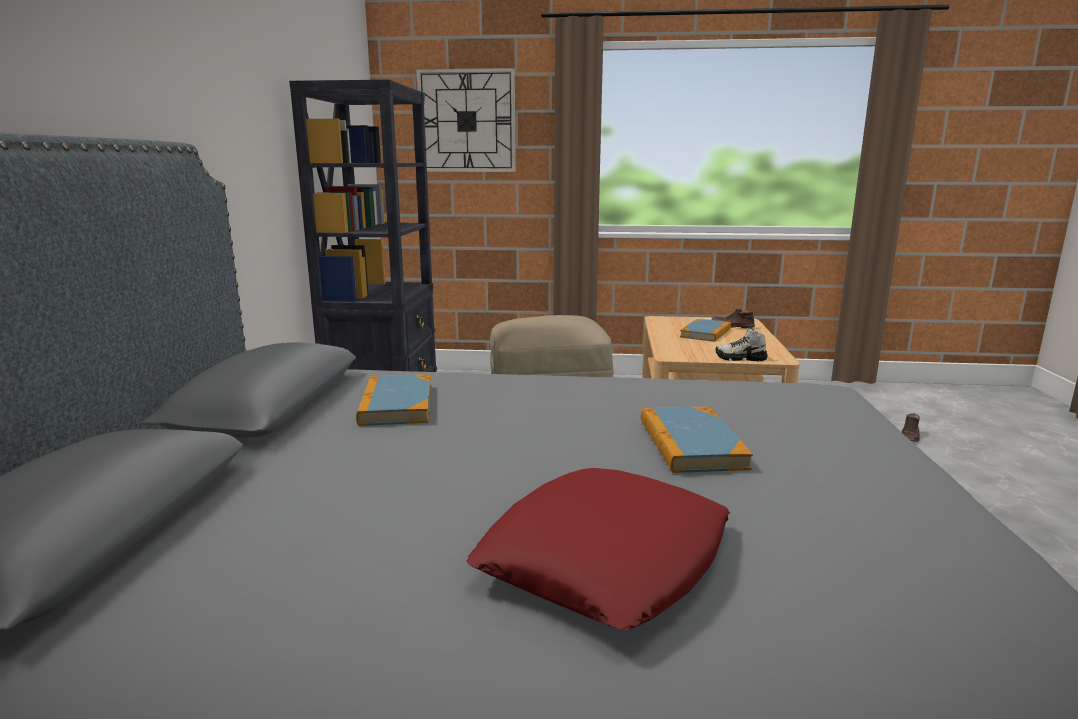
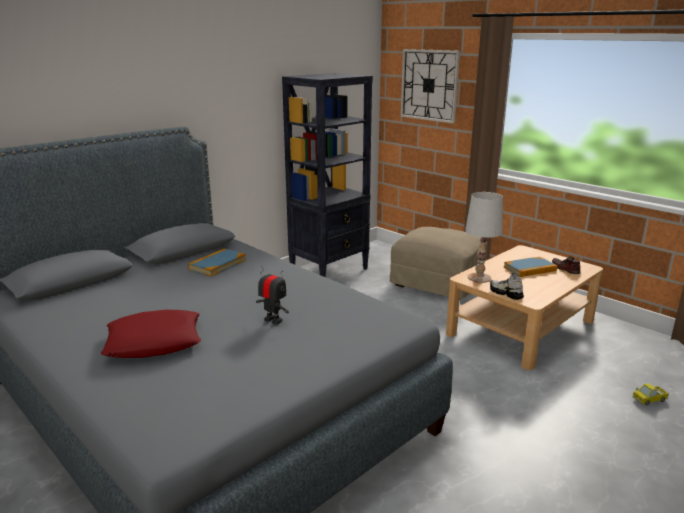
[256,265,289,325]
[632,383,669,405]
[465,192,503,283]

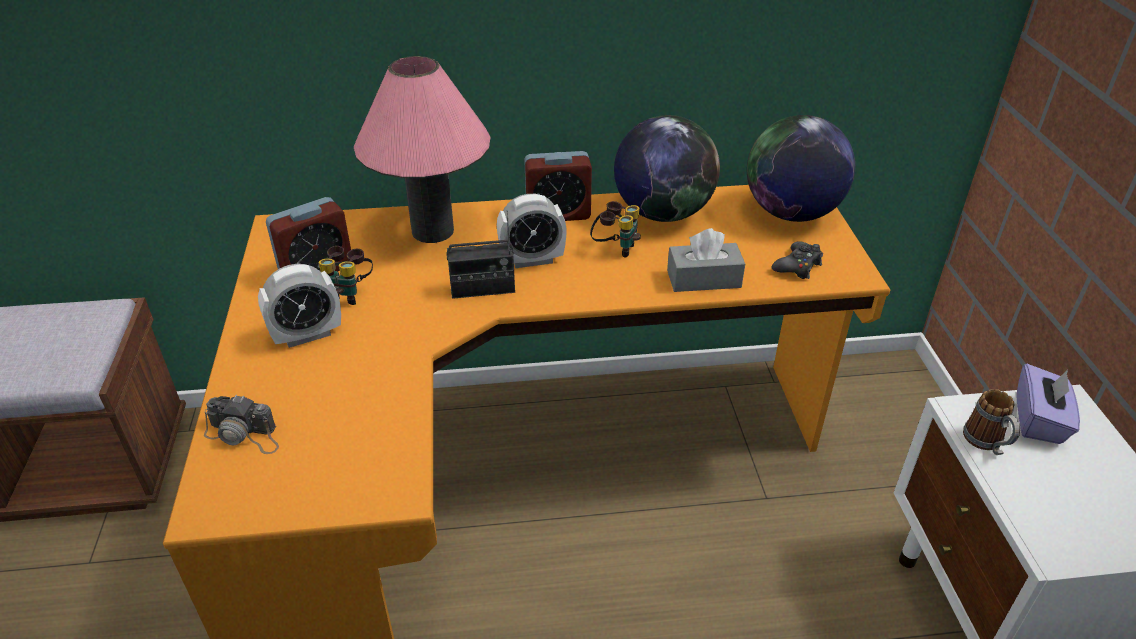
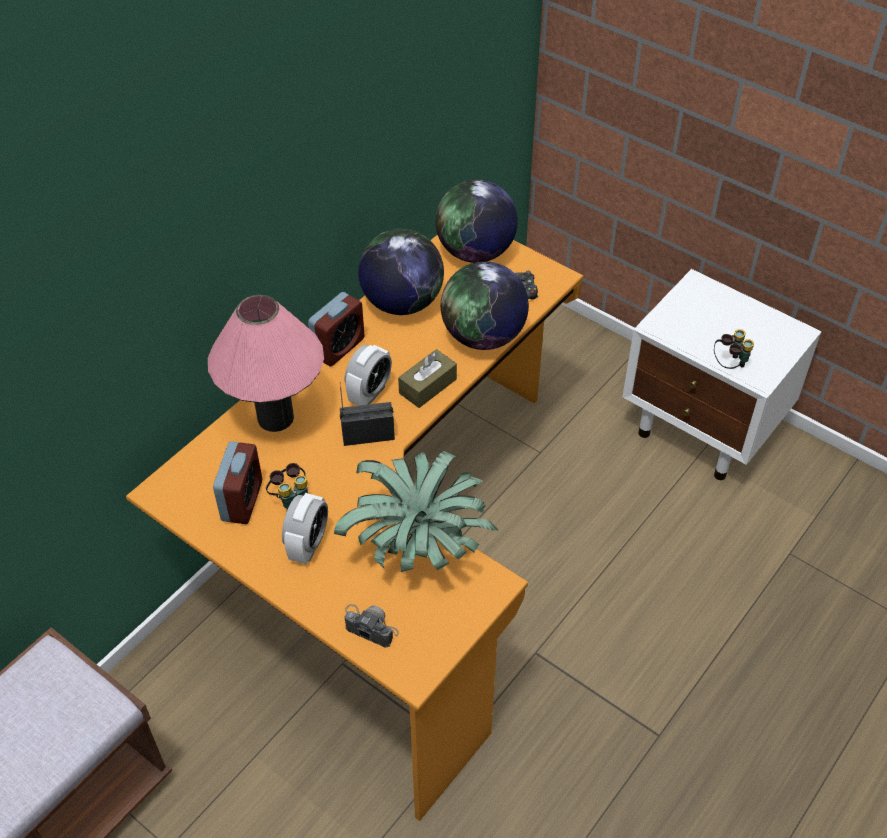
[714,329,754,369]
[340,382,395,446]
[440,261,529,350]
[1017,364,1080,444] (first image)
[963,389,1020,455] (first image)
[345,604,399,647]
[398,349,457,408]
[334,451,499,572]

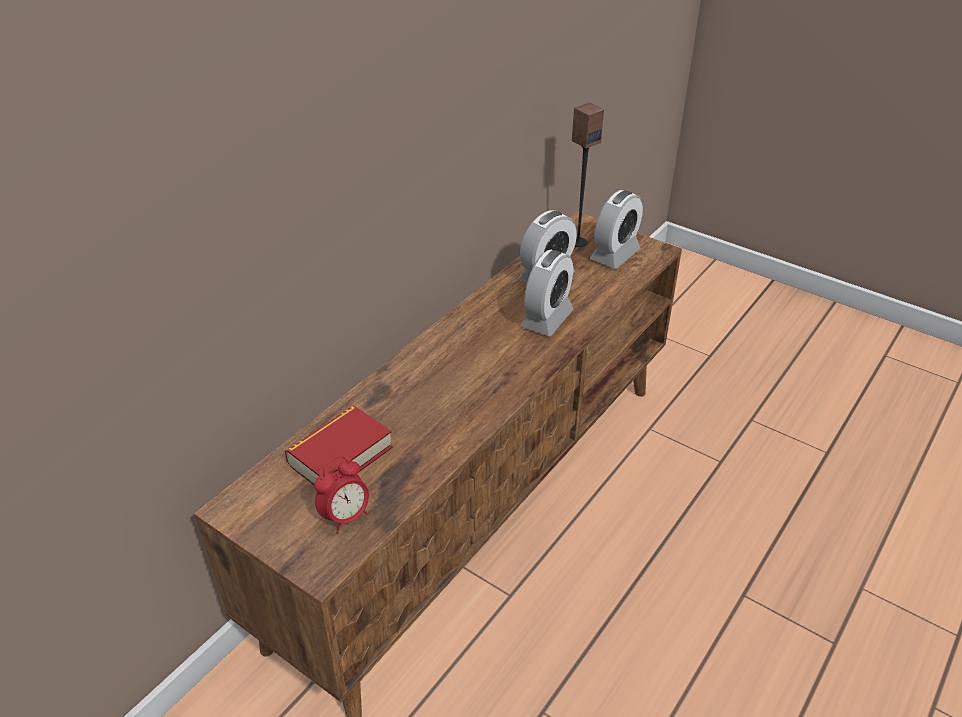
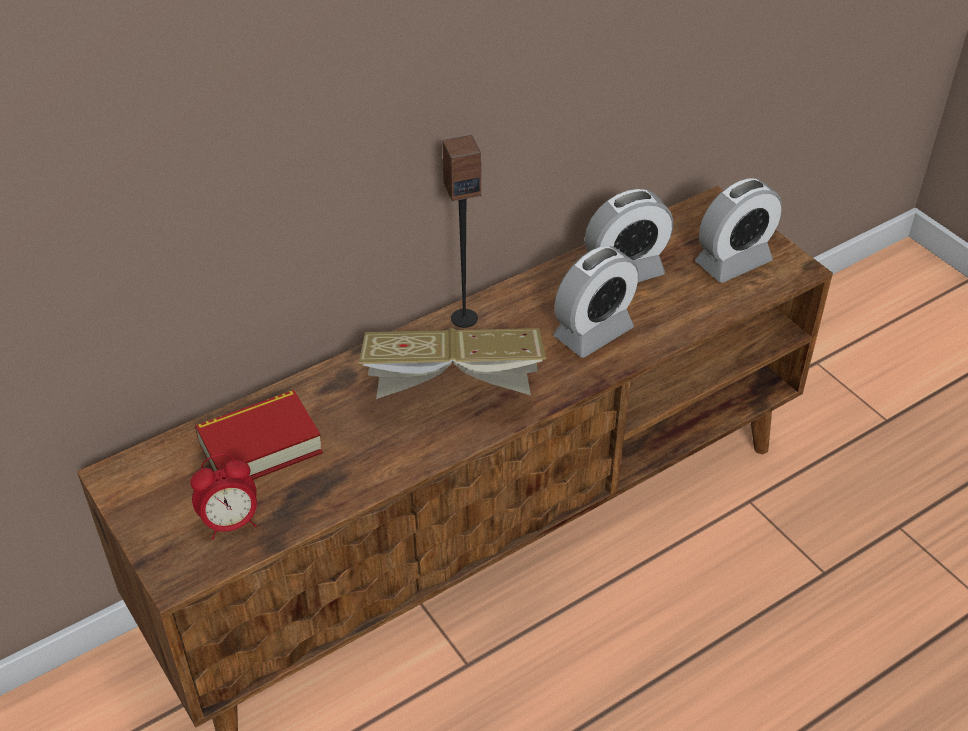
[442,135,481,328]
[359,328,546,399]

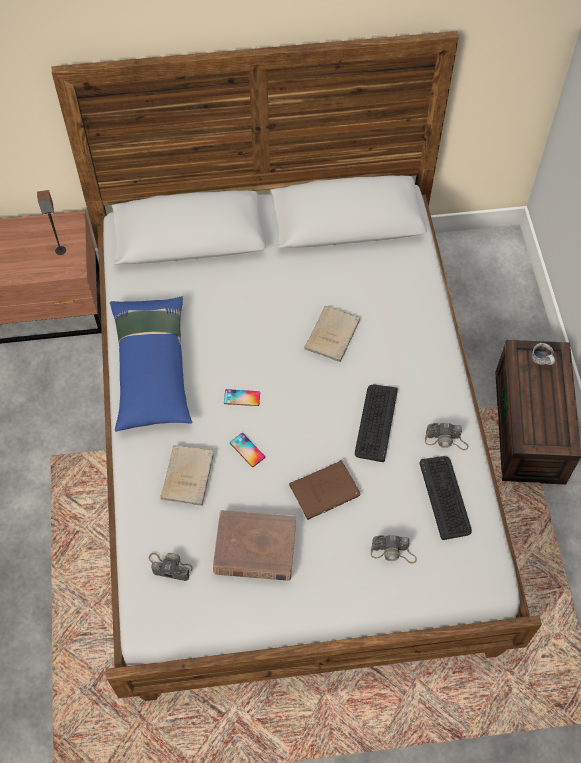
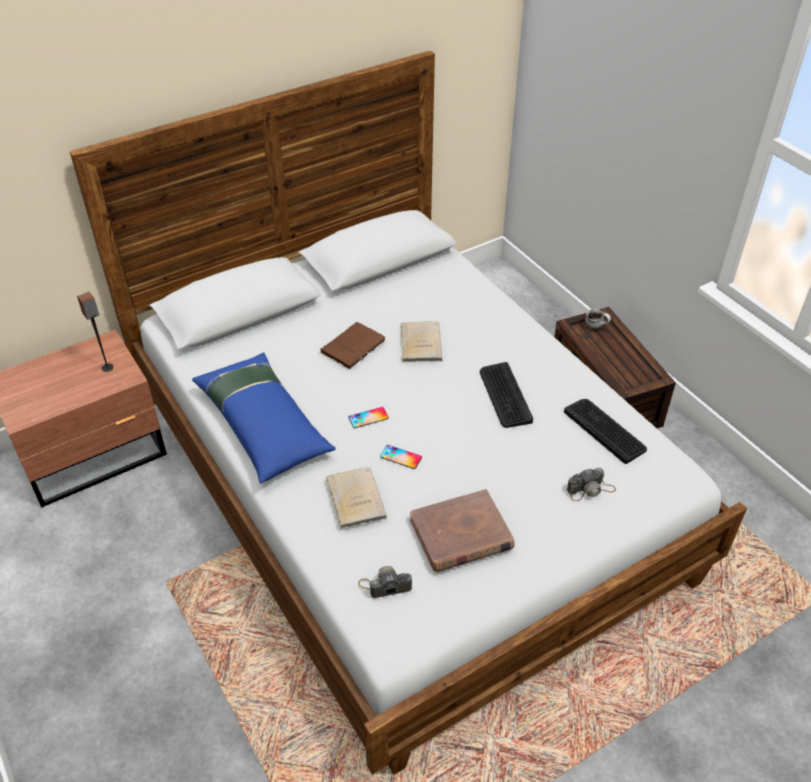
[425,423,468,450] (first image)
[320,322,385,369]

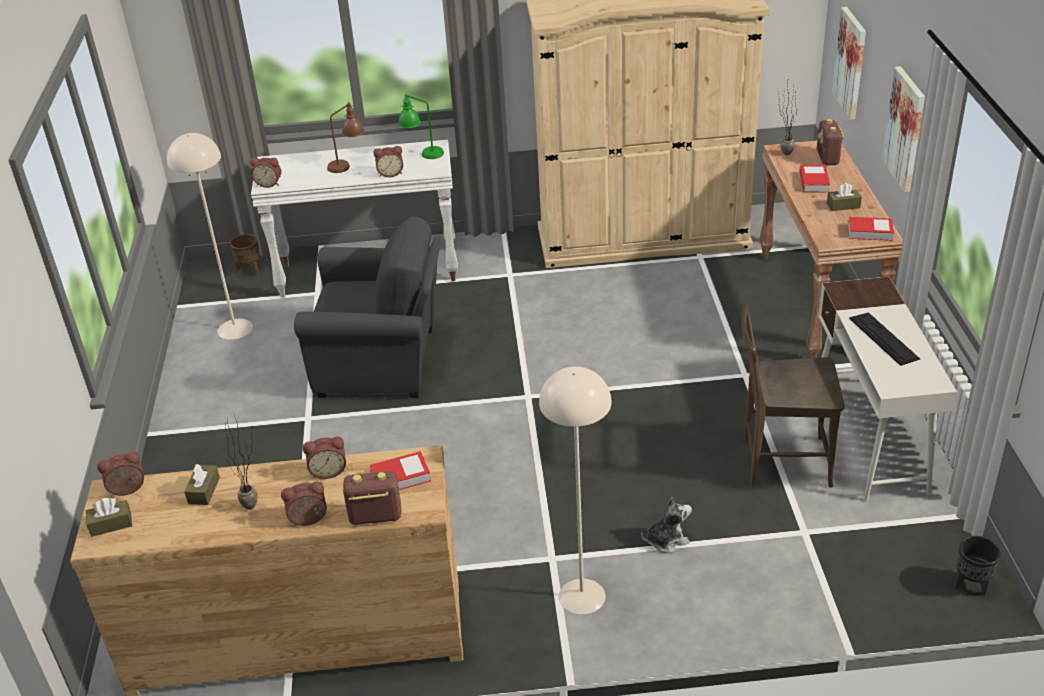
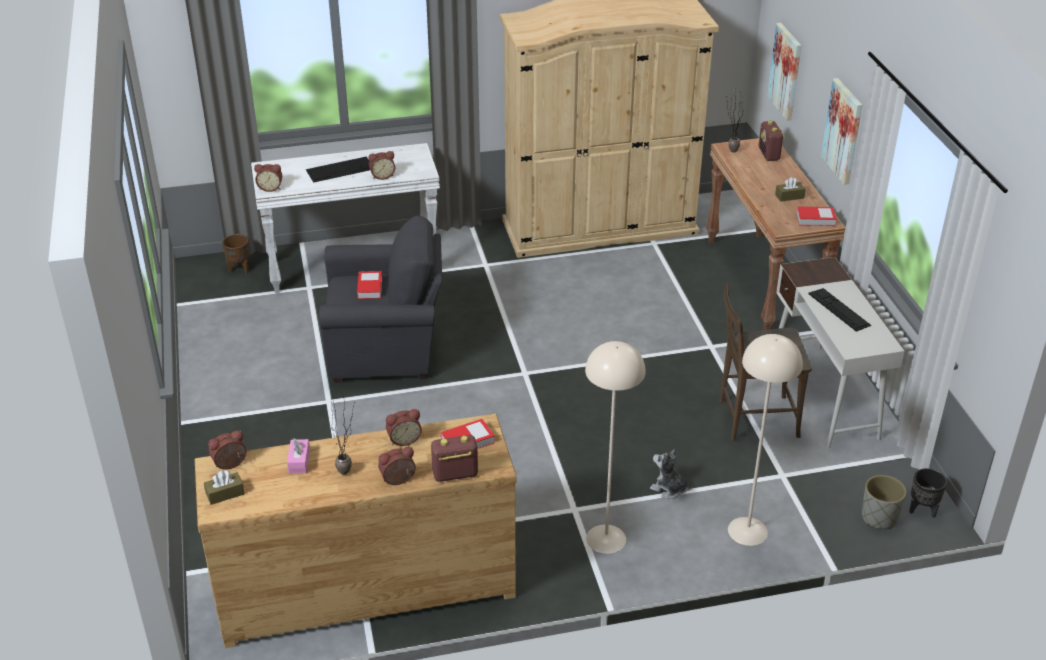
[398,94,444,159] (first image)
[306,156,370,183]
[728,334,803,546]
[357,271,382,299]
[287,438,310,473]
[650,449,693,499]
[862,475,906,529]

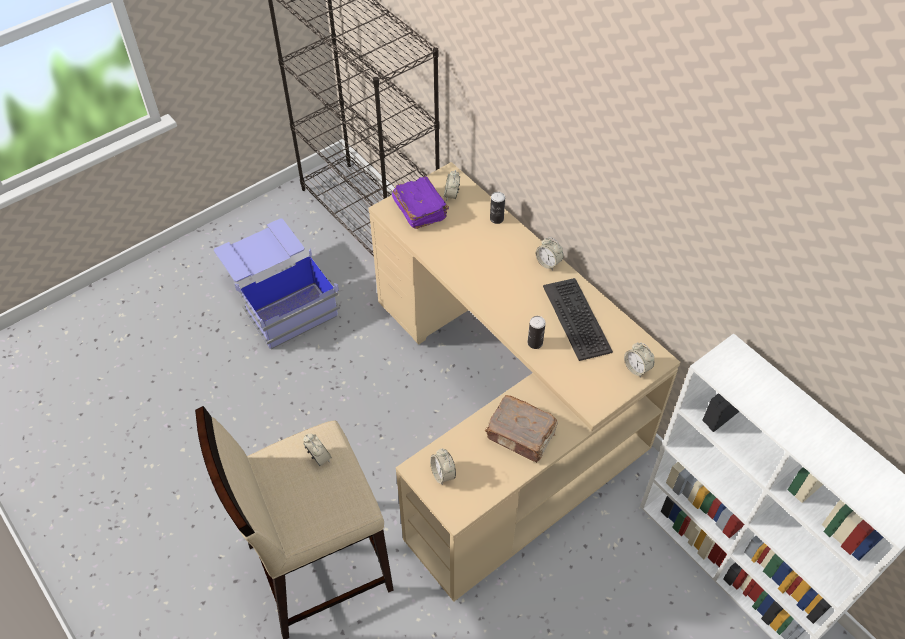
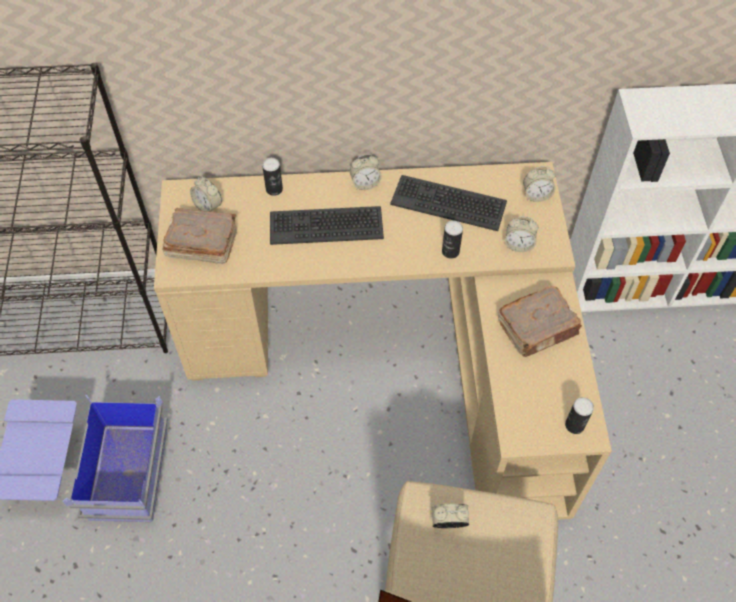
[162,208,237,264]
[505,217,539,252]
[270,206,384,245]
[565,397,594,434]

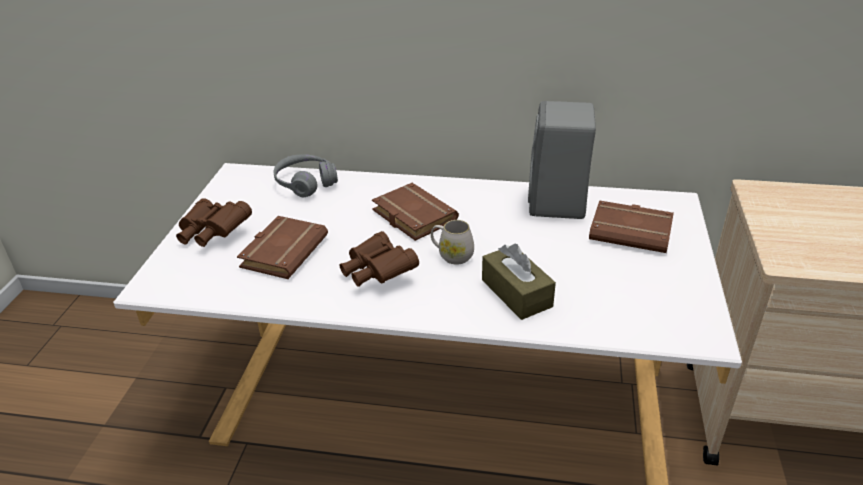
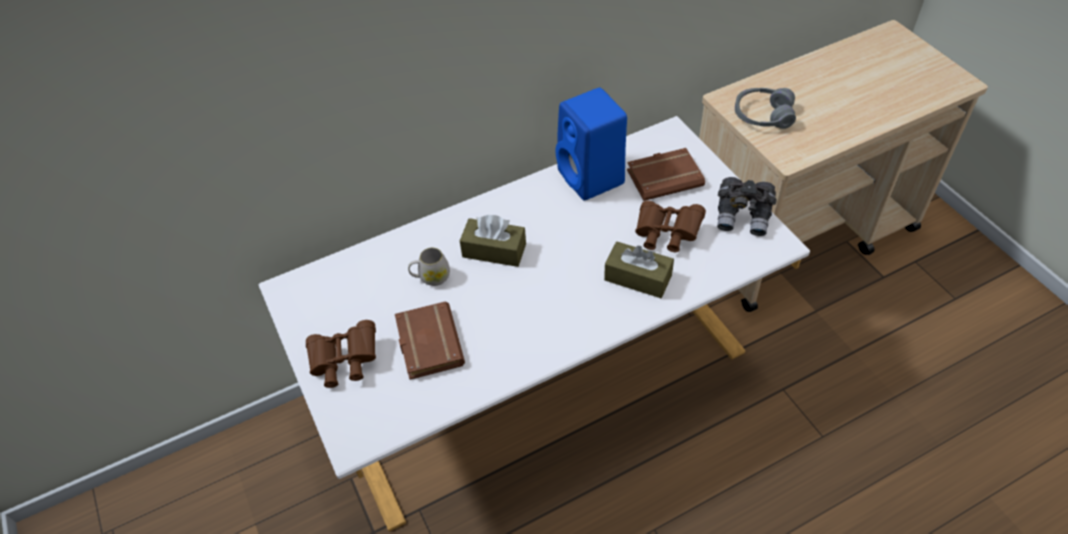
[556,88,627,201]
[735,88,796,129]
[460,215,526,267]
[408,248,450,286]
[635,201,706,252]
[717,177,777,236]

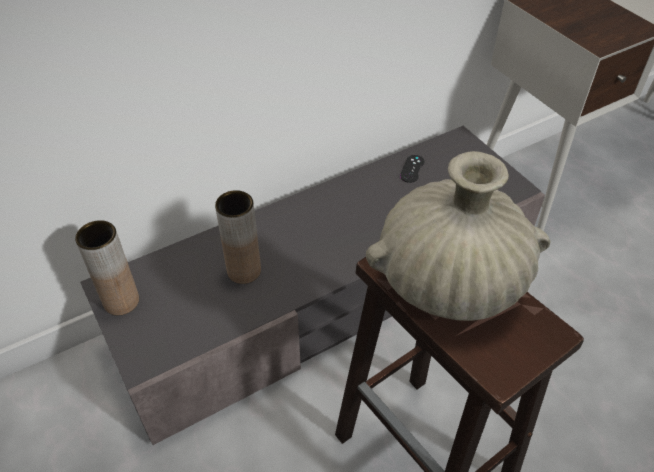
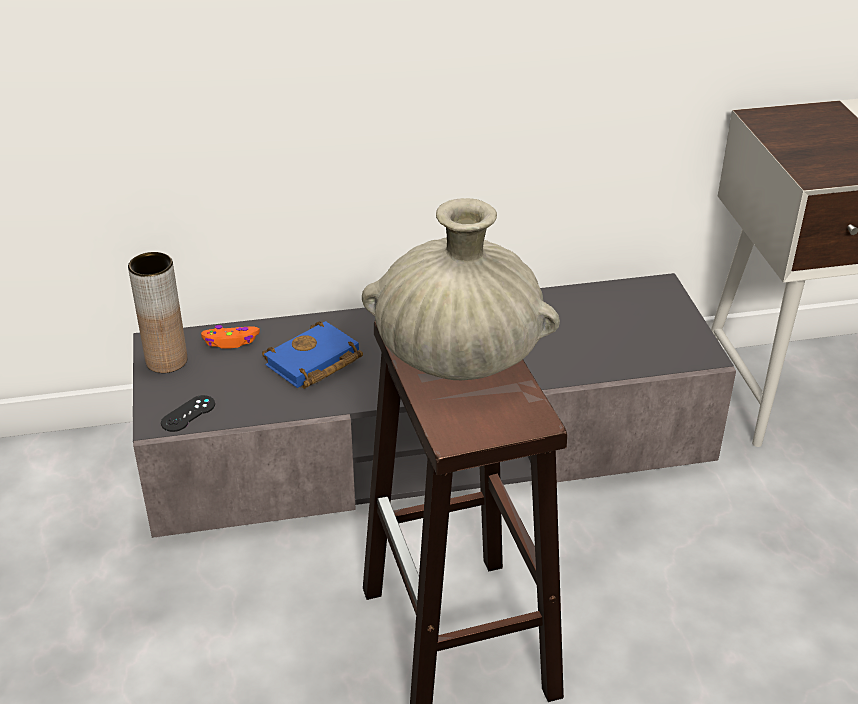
[161,395,215,432]
[262,321,363,389]
[201,325,260,349]

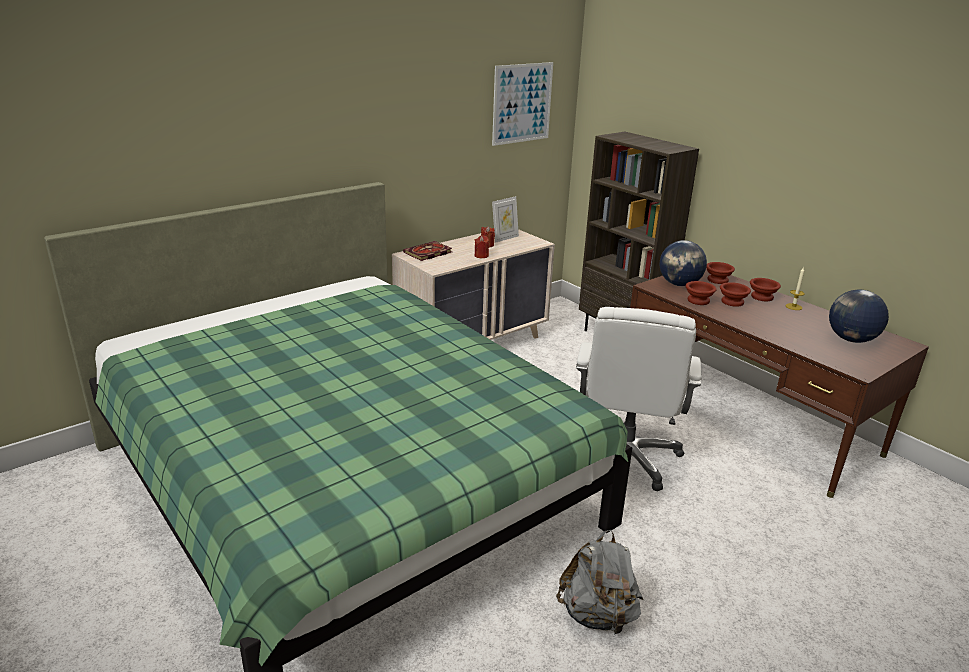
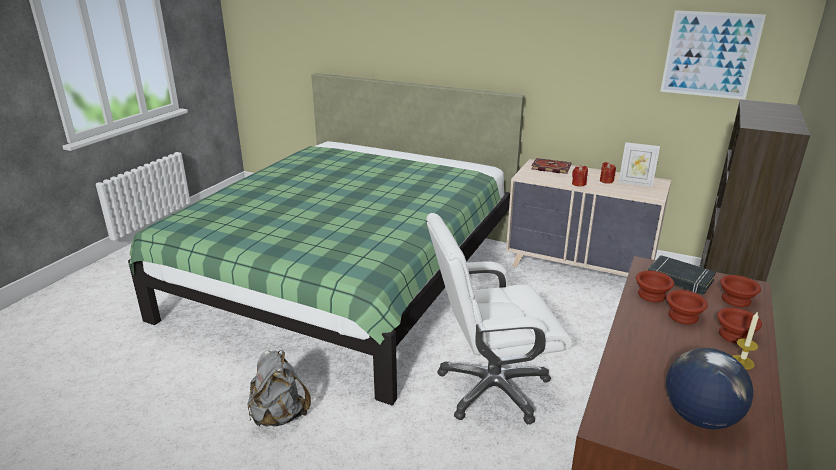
[648,255,716,295]

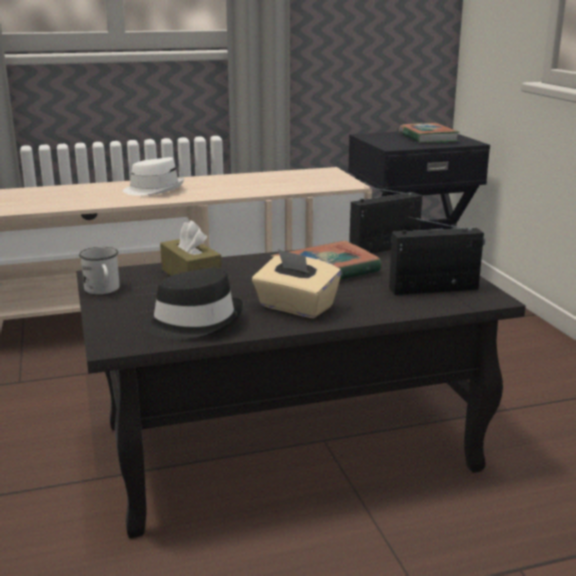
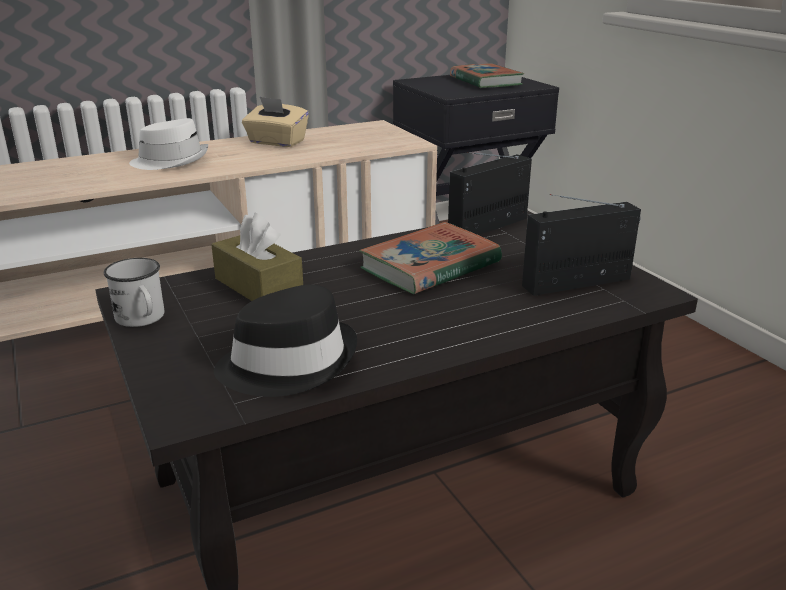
[242,97,309,147]

